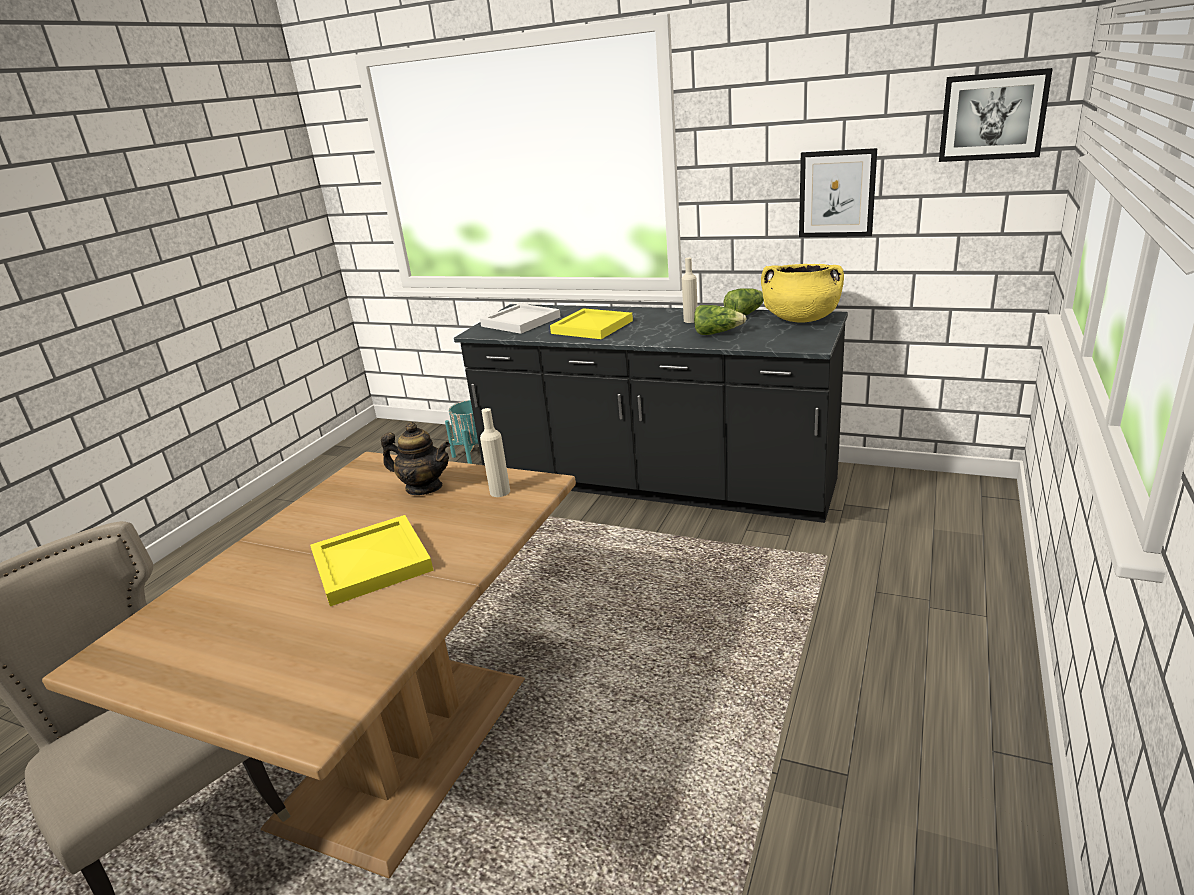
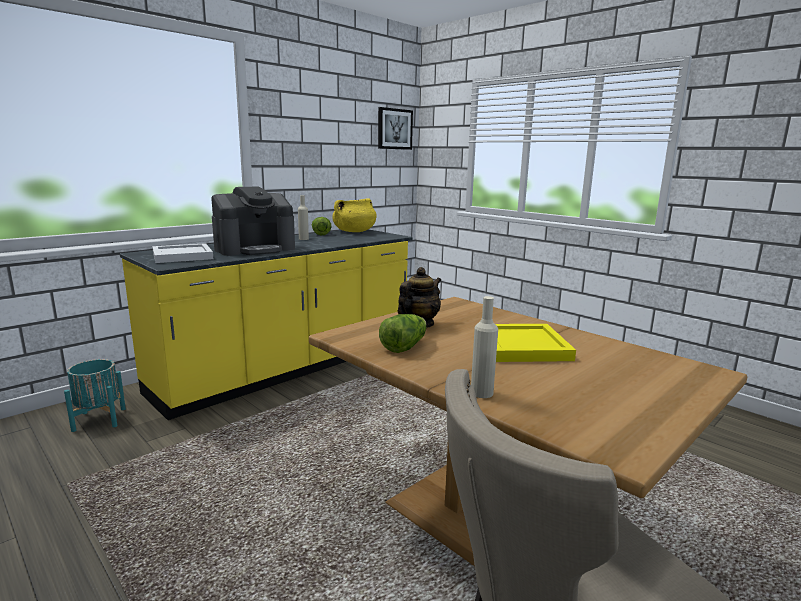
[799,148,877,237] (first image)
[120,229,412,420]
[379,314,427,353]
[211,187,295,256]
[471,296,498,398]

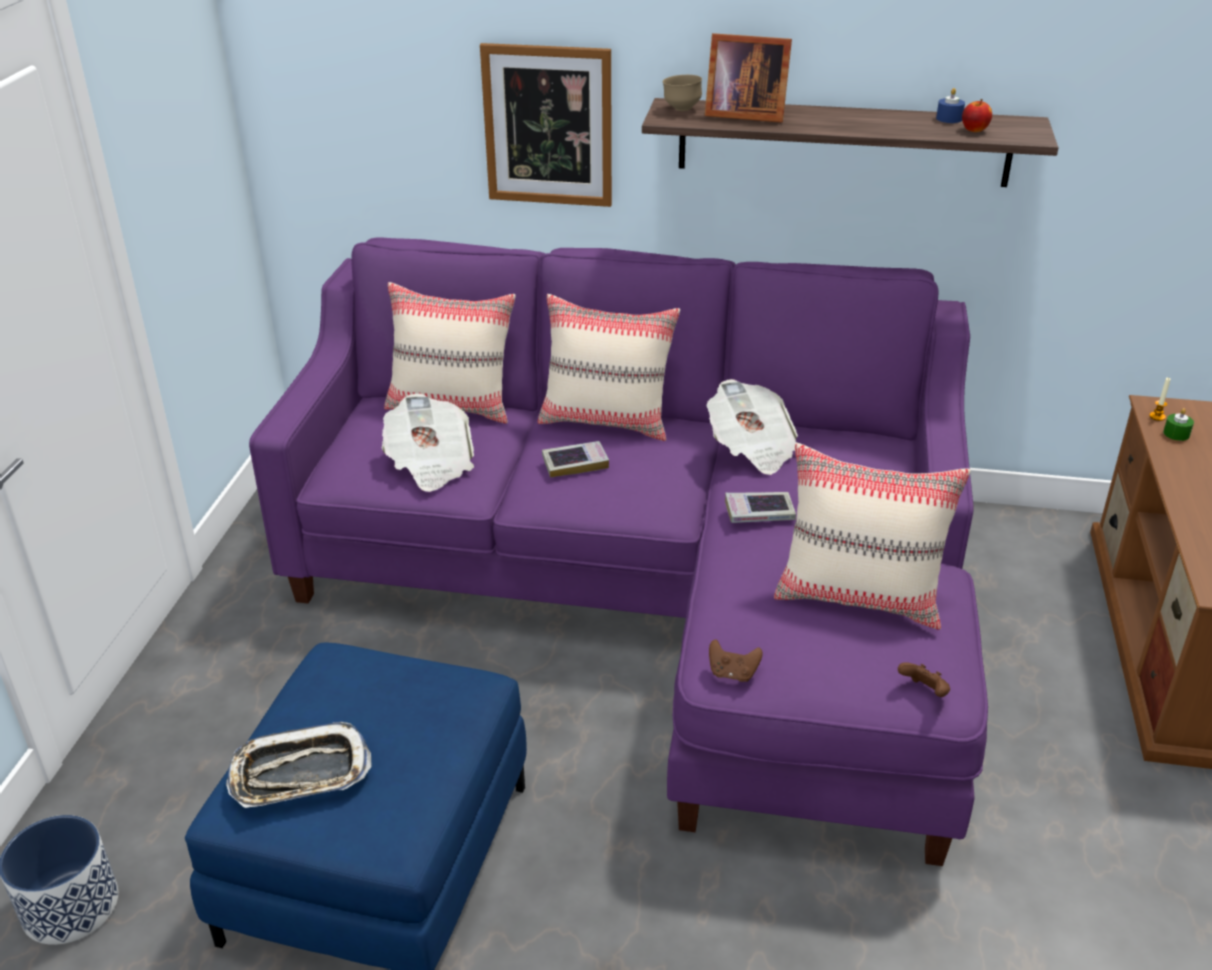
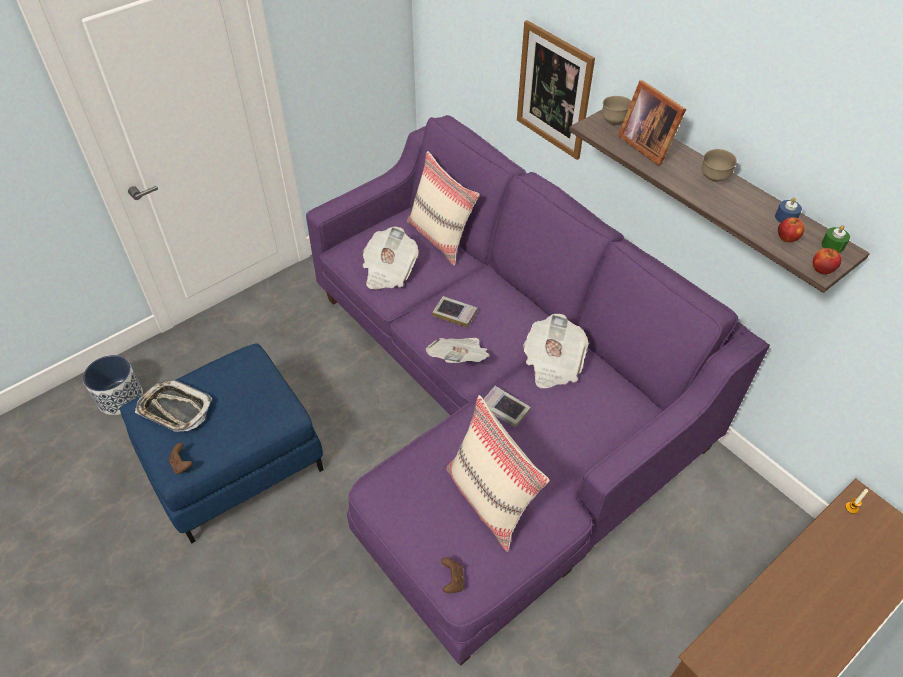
[538,294,680,441] (first image)
[821,225,850,253]
[169,443,192,474]
[702,149,737,182]
[813,248,842,275]
[426,338,490,363]

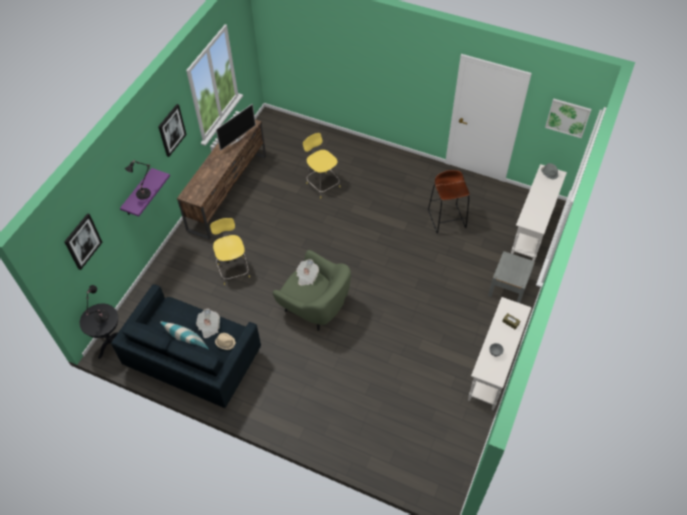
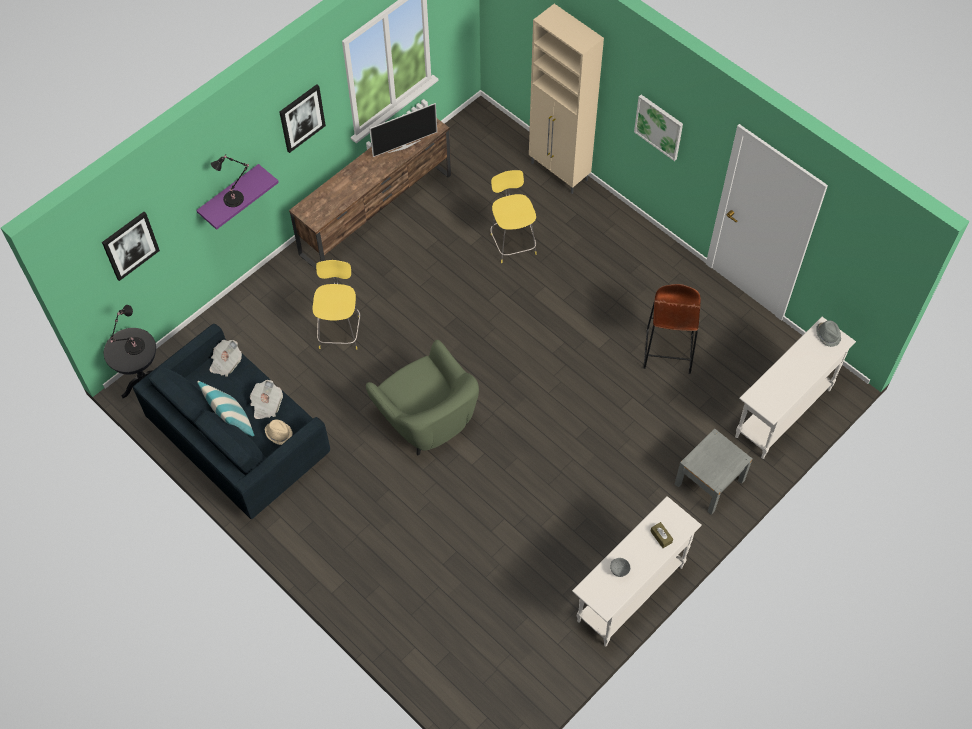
[634,95,683,161]
[210,340,242,377]
[529,4,604,194]

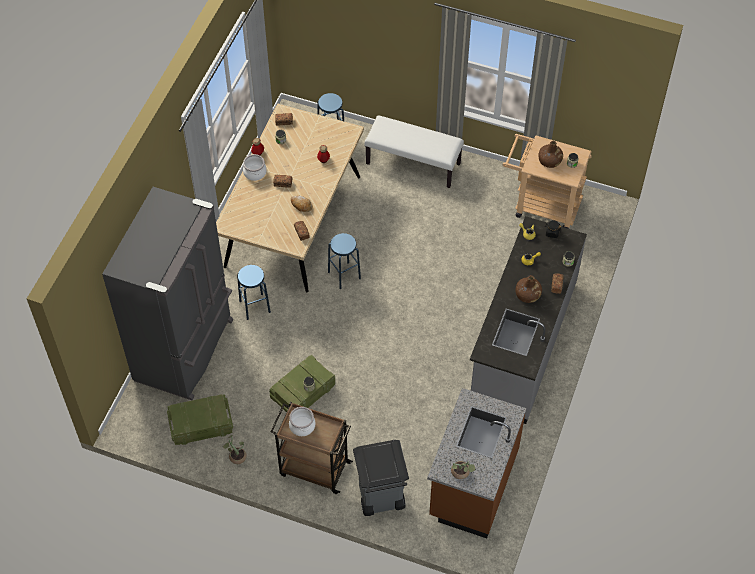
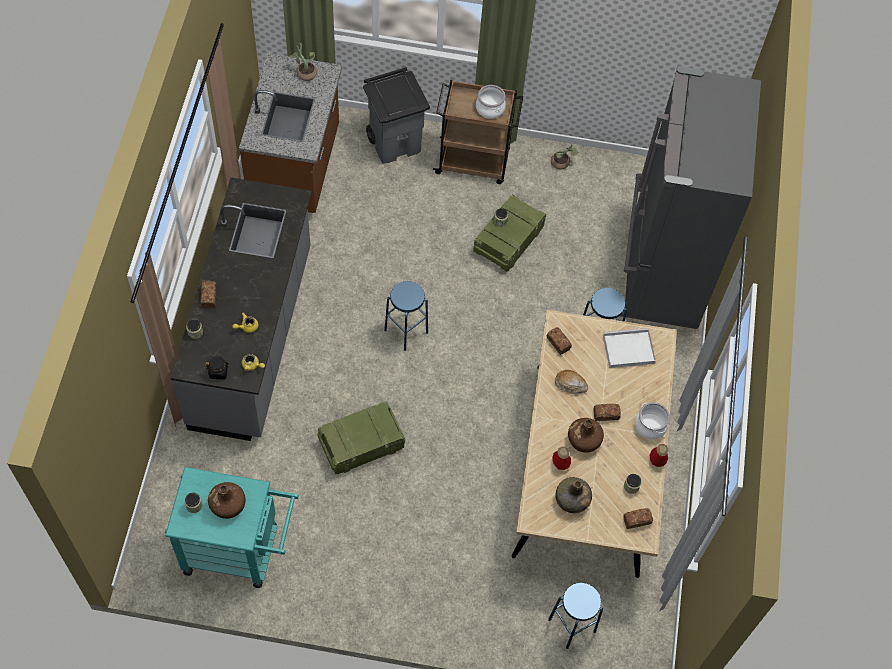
[364,115,464,188] (first image)
[165,467,299,588]
[384,281,428,351]
[568,418,604,453]
[317,401,405,475]
[603,328,656,368]
[555,477,592,513]

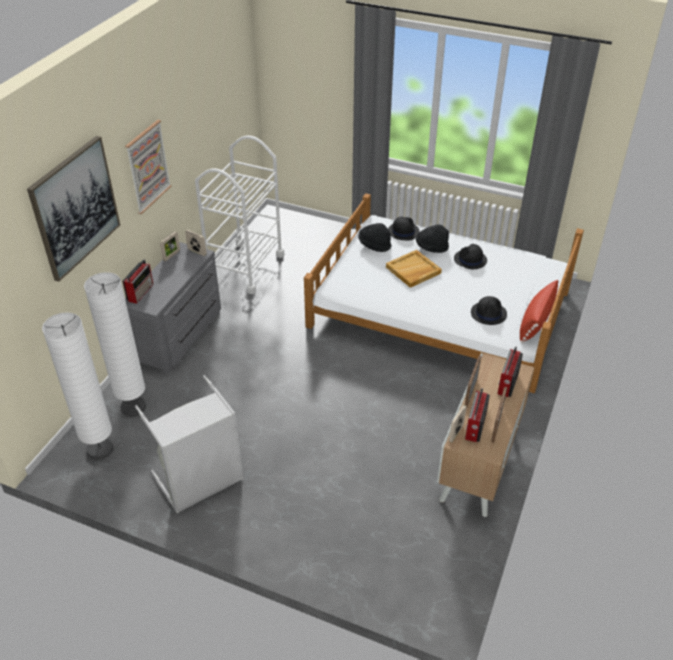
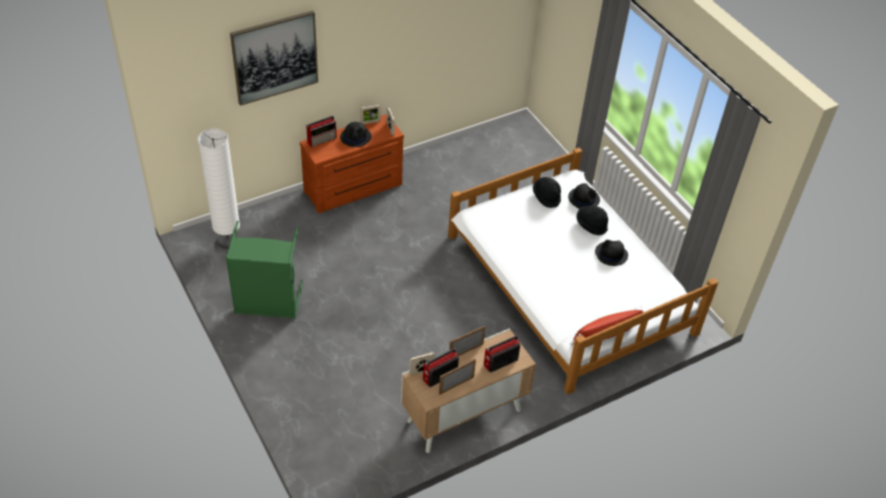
[125,120,171,214] (first image)
[195,135,284,294] (first image)
[300,114,404,214]
[386,250,442,288] (first image)
[84,272,146,417] (first image)
[340,122,372,147]
[226,221,303,319]

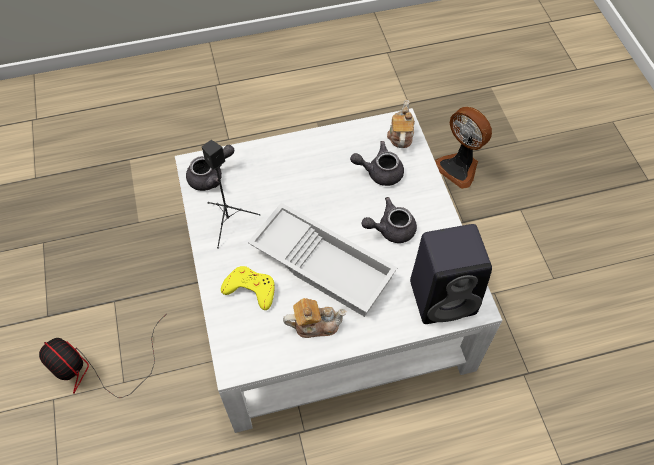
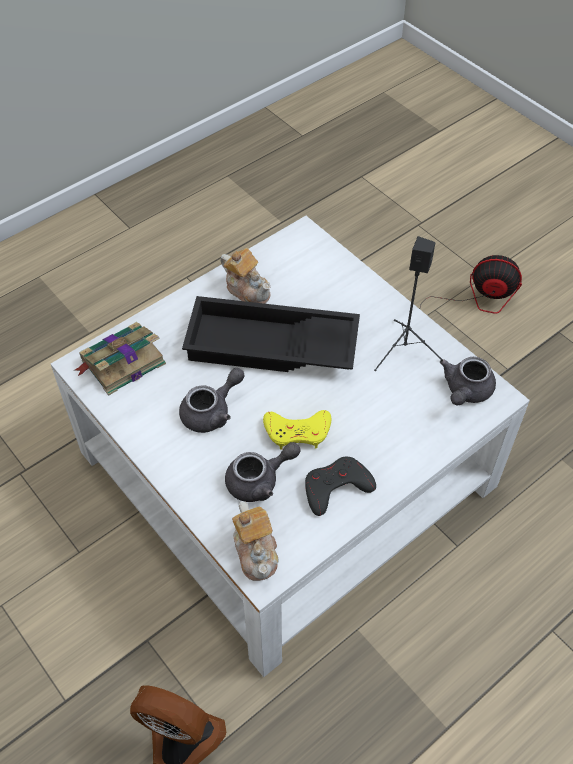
[182,296,360,372]
[74,322,166,396]
[263,410,331,450]
[220,248,271,304]
[305,457,376,516]

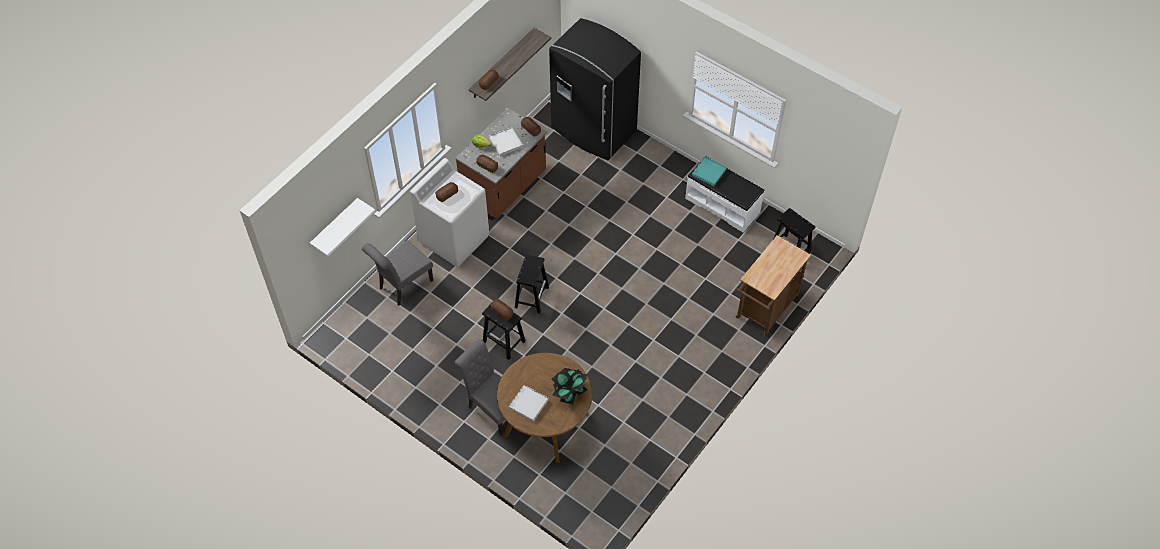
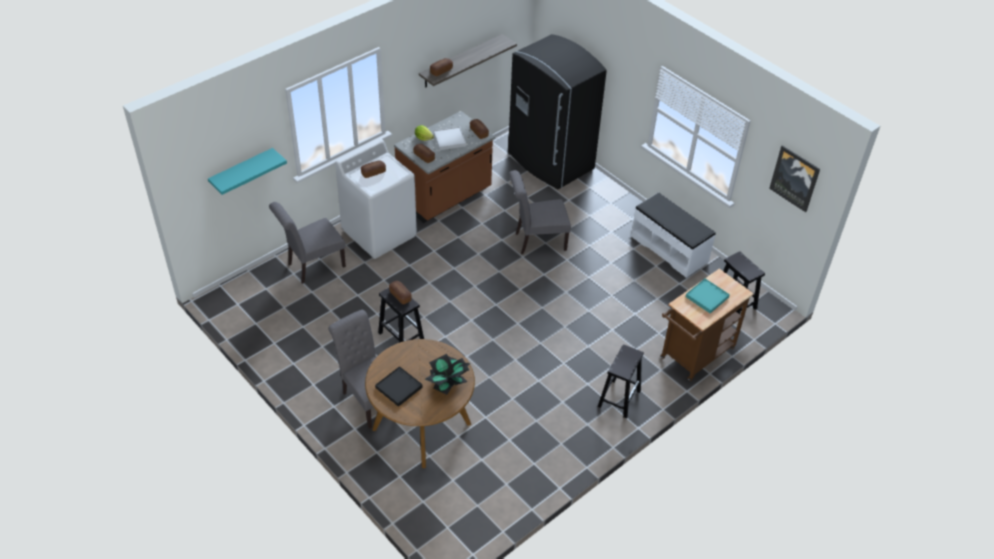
[686,279,730,313]
[208,148,287,195]
[598,344,644,418]
[375,366,423,407]
[769,145,820,212]
[509,170,571,254]

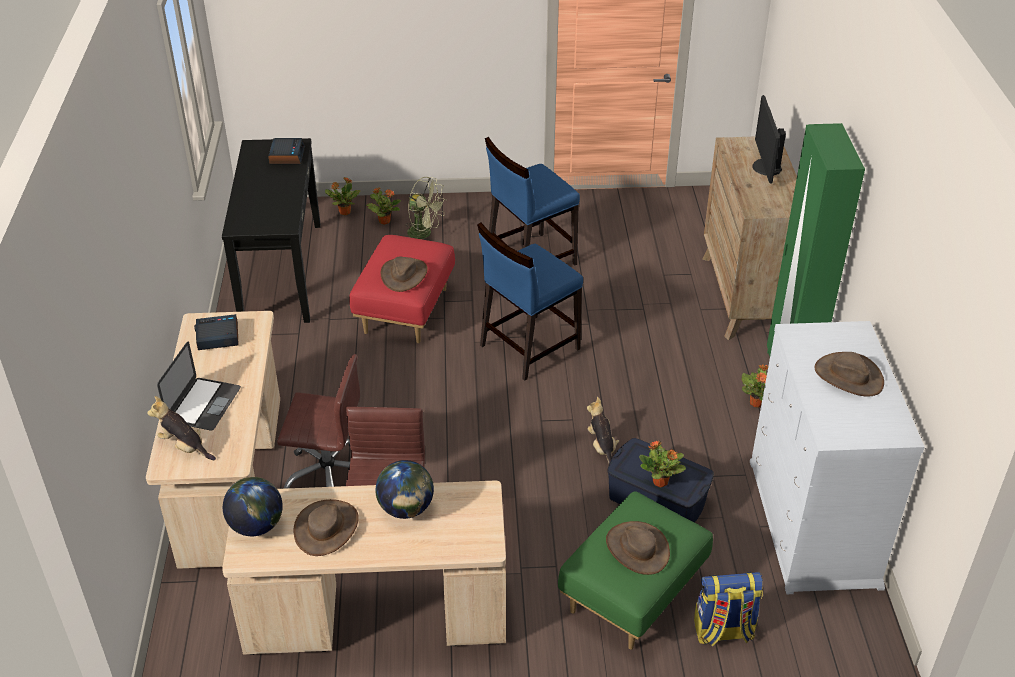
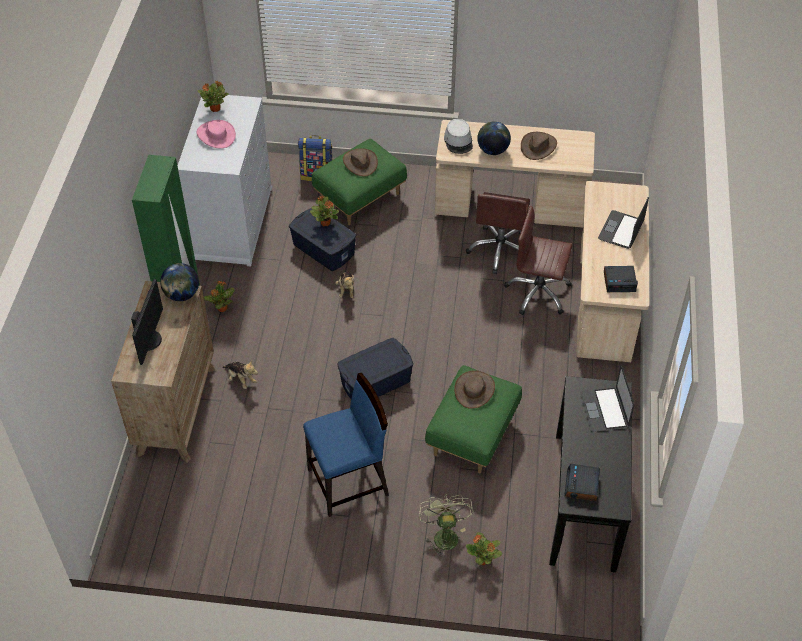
[197,81,229,112]
[419,494,473,557]
[337,338,413,399]
[425,365,522,473]
[197,120,236,148]
[223,360,258,389]
[160,263,199,301]
[444,119,473,154]
[580,366,634,432]

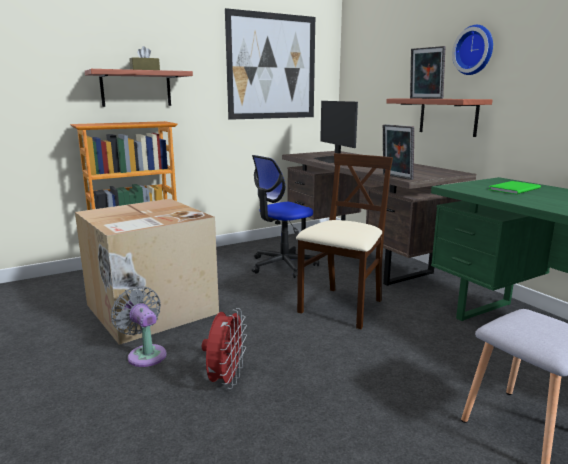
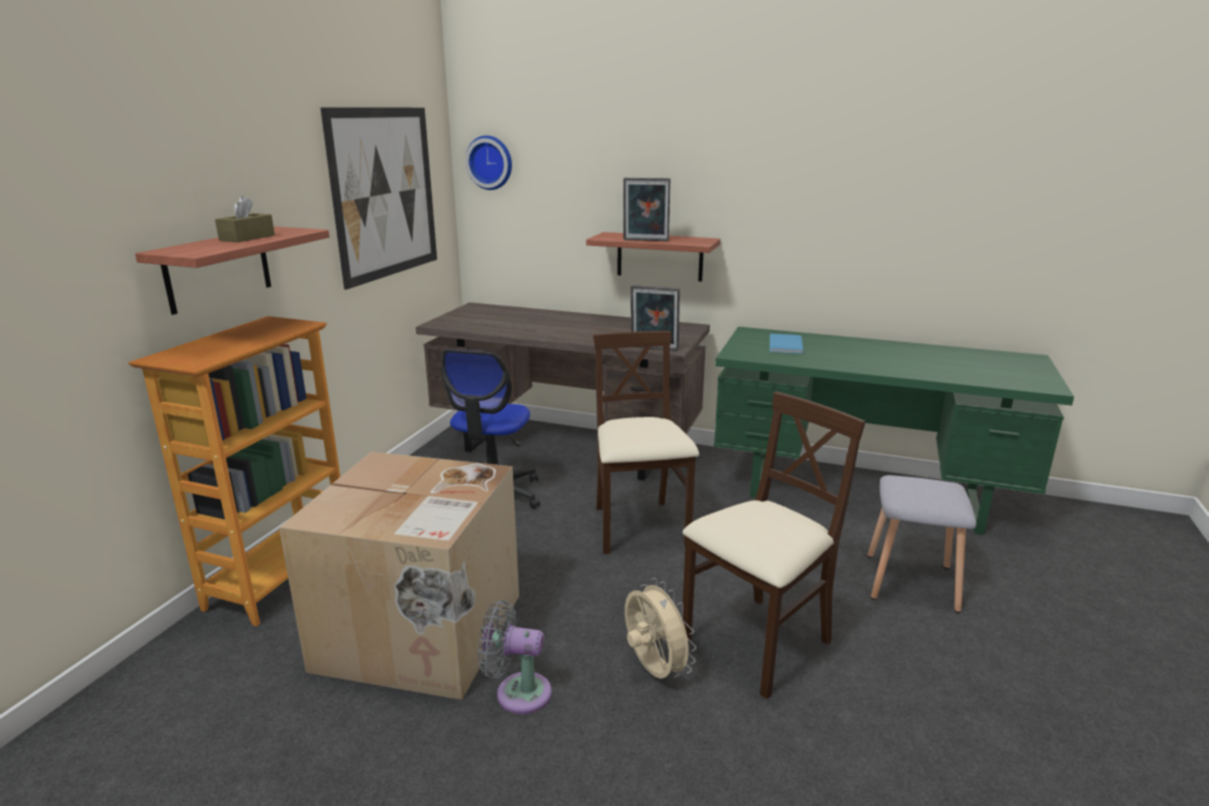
[465,135,512,190]
[313,101,358,163] (first image)
[770,334,804,354]
[625,578,697,679]
[682,391,866,699]

